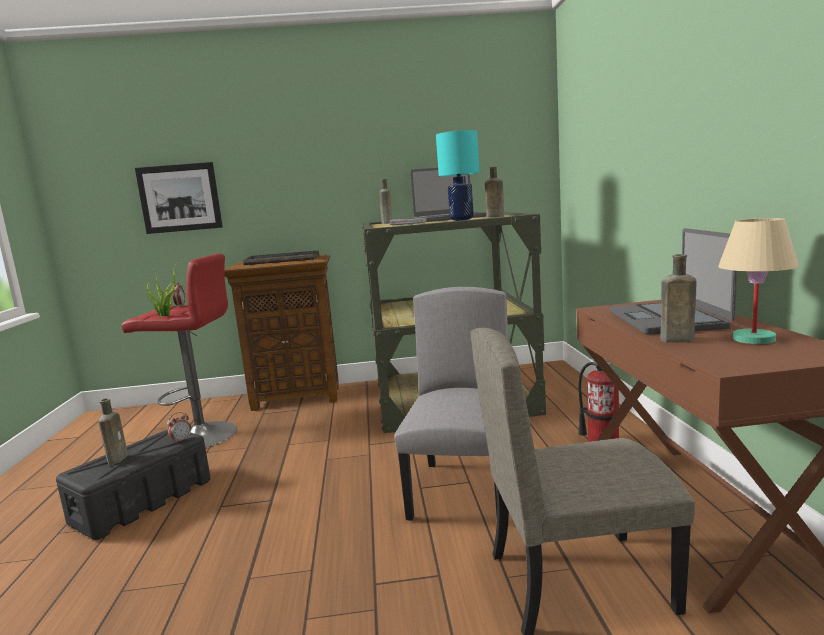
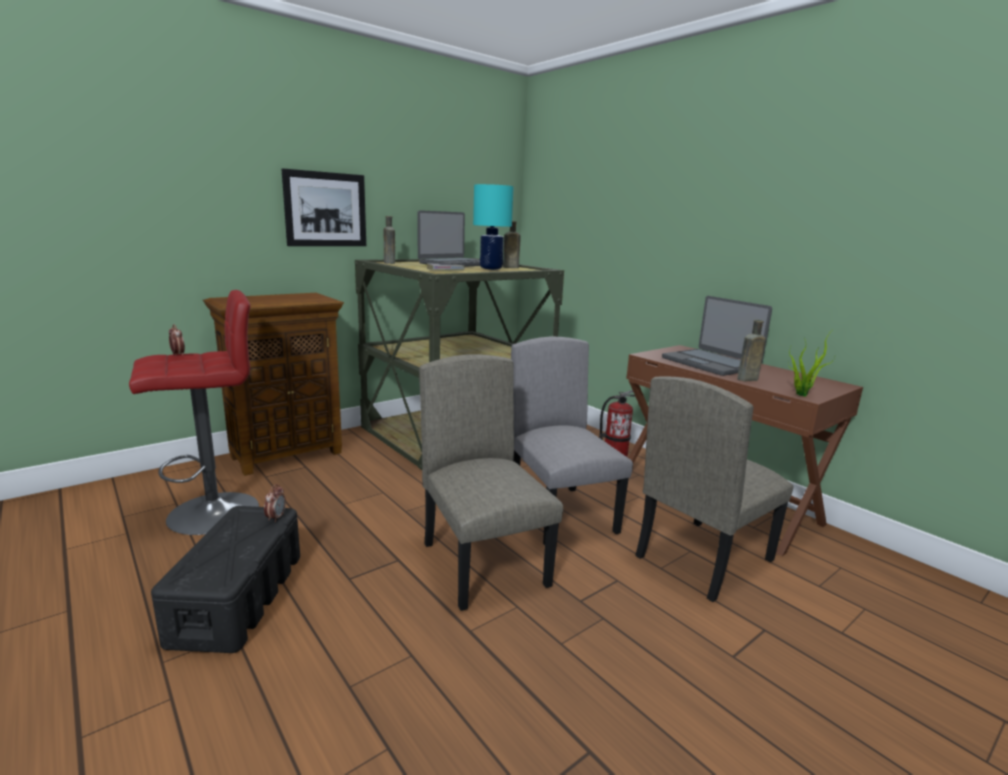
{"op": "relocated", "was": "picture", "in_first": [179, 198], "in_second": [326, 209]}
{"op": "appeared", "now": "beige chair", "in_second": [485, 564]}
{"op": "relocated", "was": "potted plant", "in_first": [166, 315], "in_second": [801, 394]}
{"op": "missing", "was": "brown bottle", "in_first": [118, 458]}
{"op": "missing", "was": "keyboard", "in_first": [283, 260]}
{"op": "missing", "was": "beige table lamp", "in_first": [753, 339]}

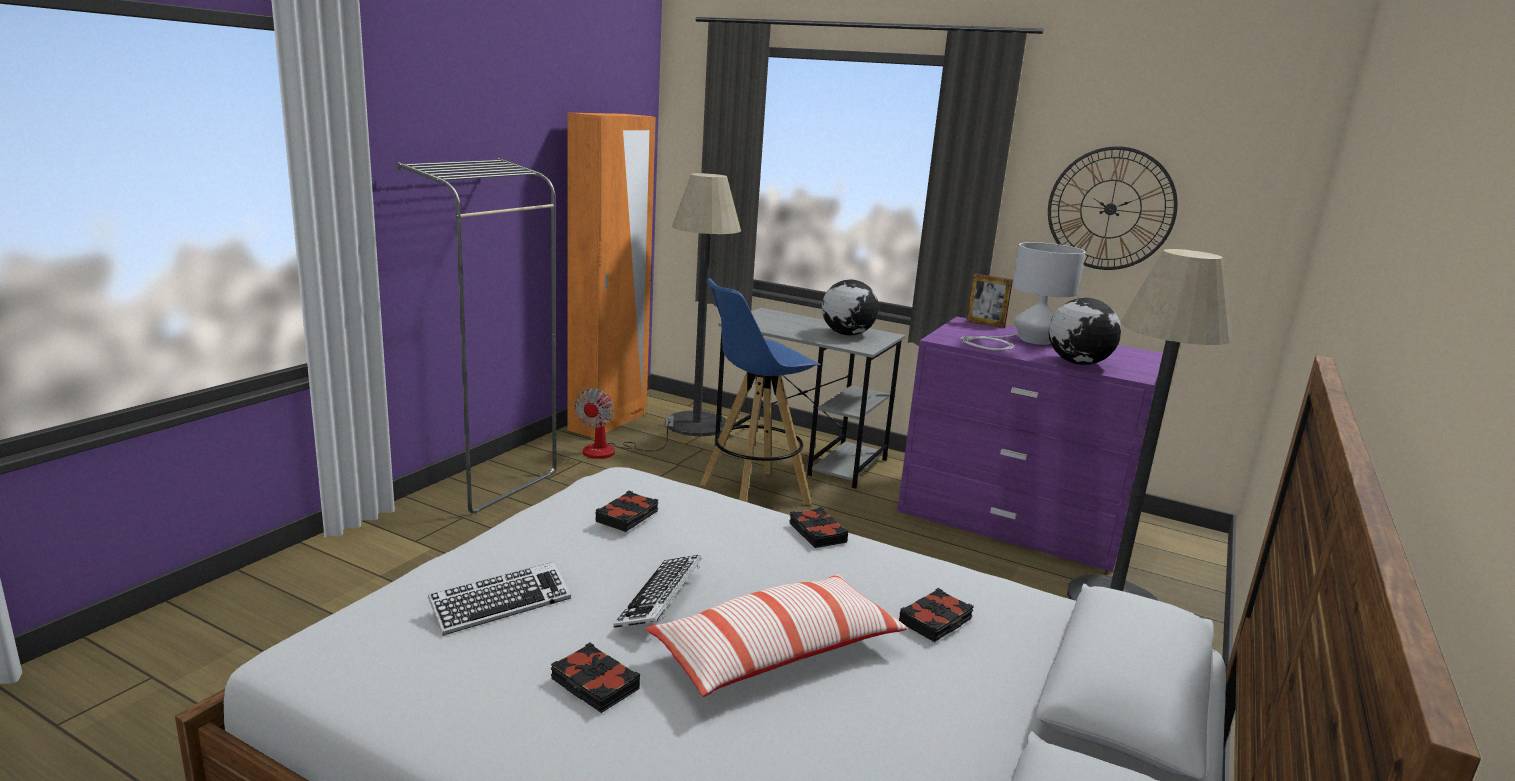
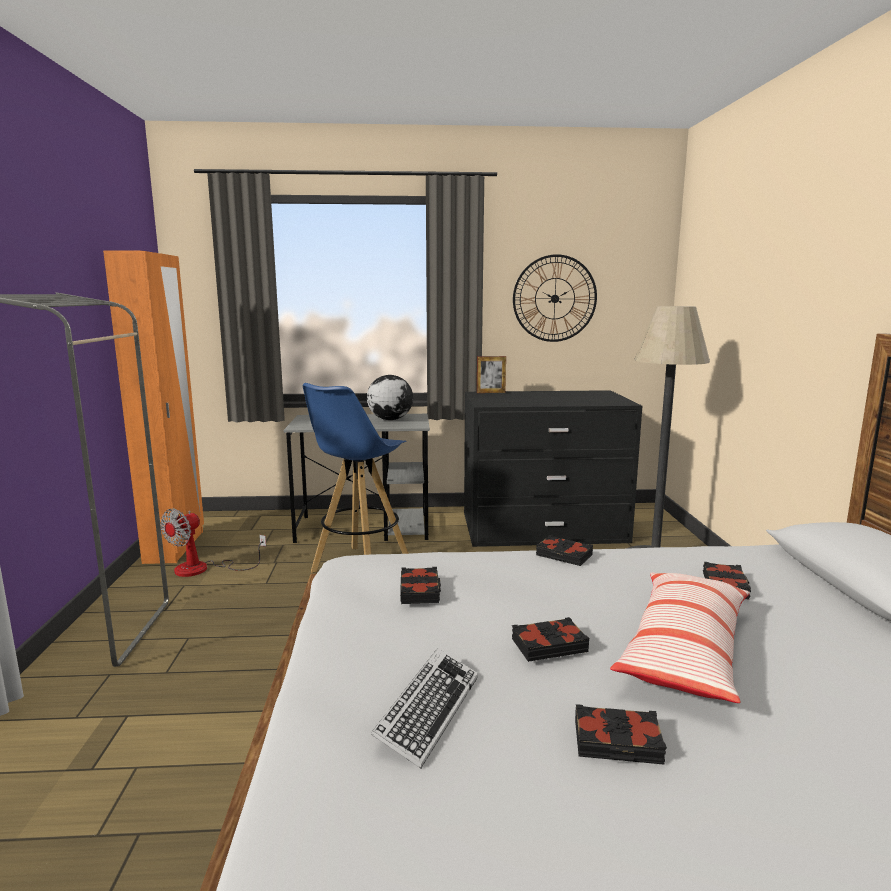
{"op": "spun", "was": "fan", "in_first": [611, 451], "in_second": [203, 569], "clockwise": 45}
{"op": "colour", "was": "purple dresser", "now": "black dresser", "in_first": [1014, 516], "in_second": [543, 527]}
{"op": "exchanged", "was": "keyboard", "now": "black book", "in_first": [660, 598], "in_second": [548, 645]}
{"op": "missing", "was": "floor lamp", "in_first": [696, 424]}
{"op": "missing", "was": "white table lamp", "in_first": [1017, 341]}
{"op": "missing", "was": "globe", "in_first": [1078, 363]}

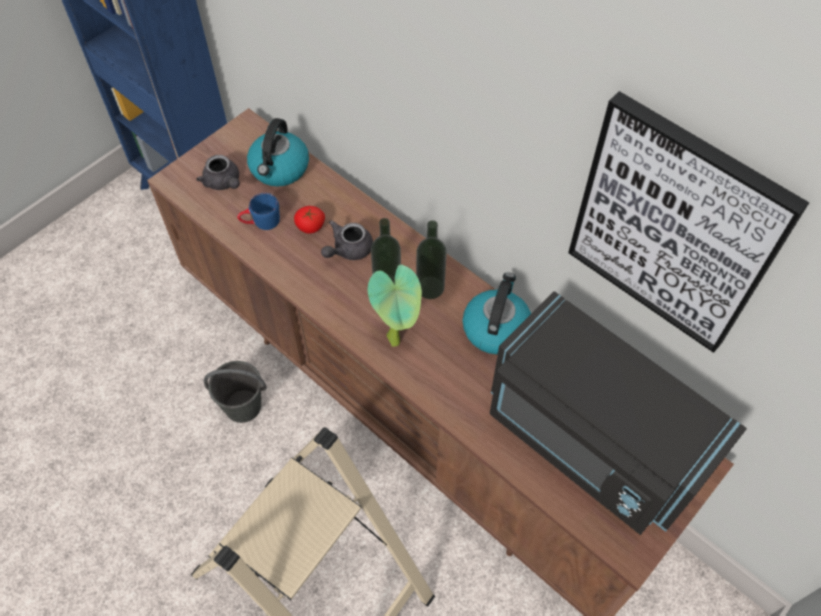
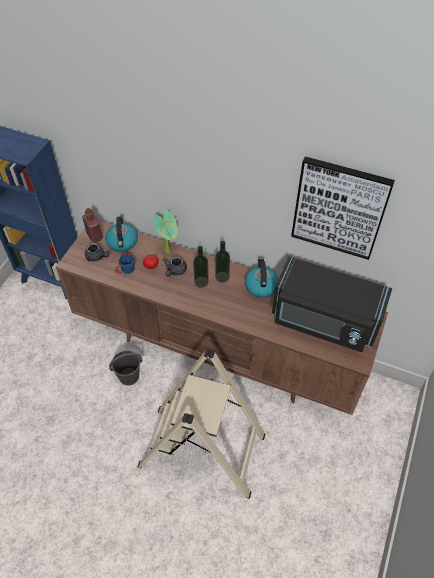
{"op": "appeared", "now": "red bottle", "in_second": [94, 236]}
{"op": "relocated", "was": "potted plant", "in_first": [397, 340], "in_second": [168, 250]}

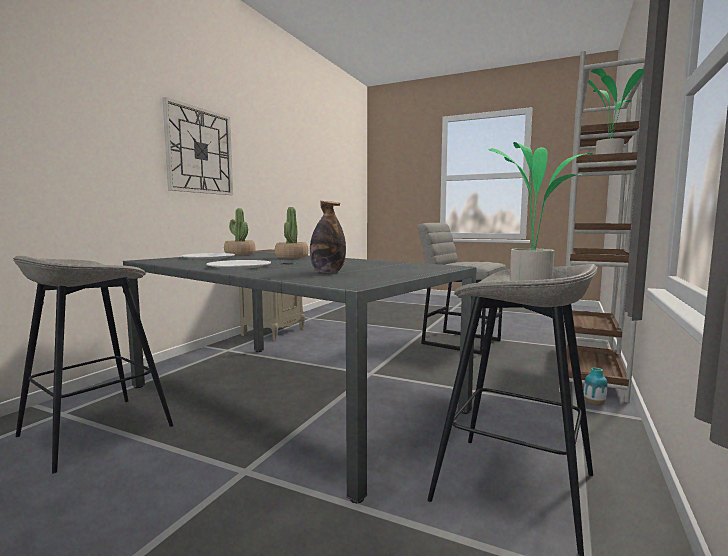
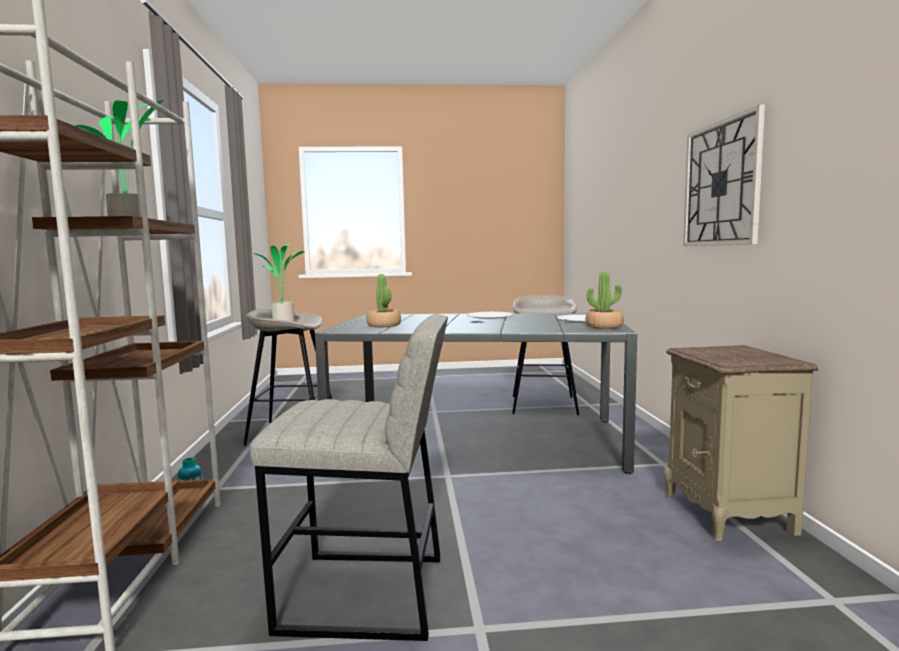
{"op": "relocated", "was": "potted plant", "in_first": [291, 257], "in_second": [384, 325]}
{"op": "missing", "was": "bottle", "in_first": [327, 272]}

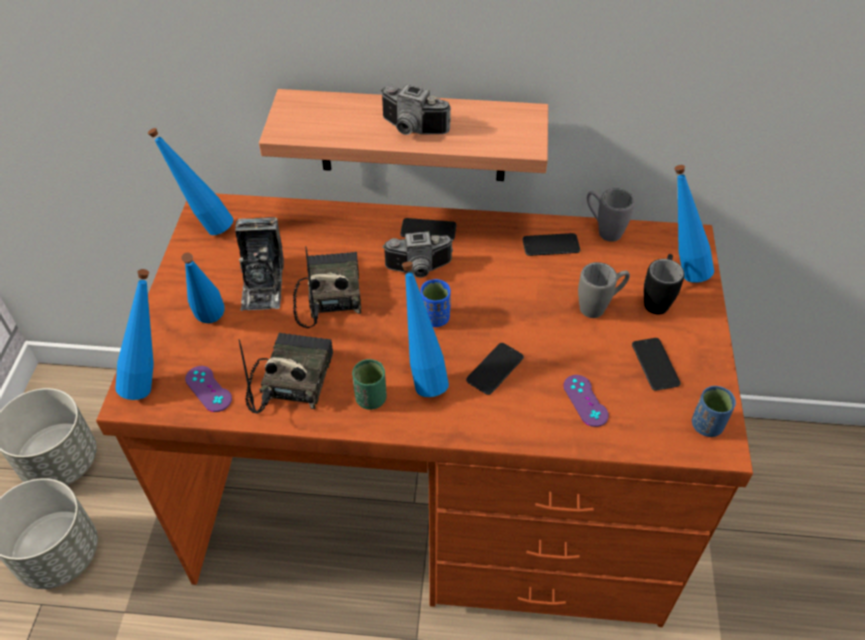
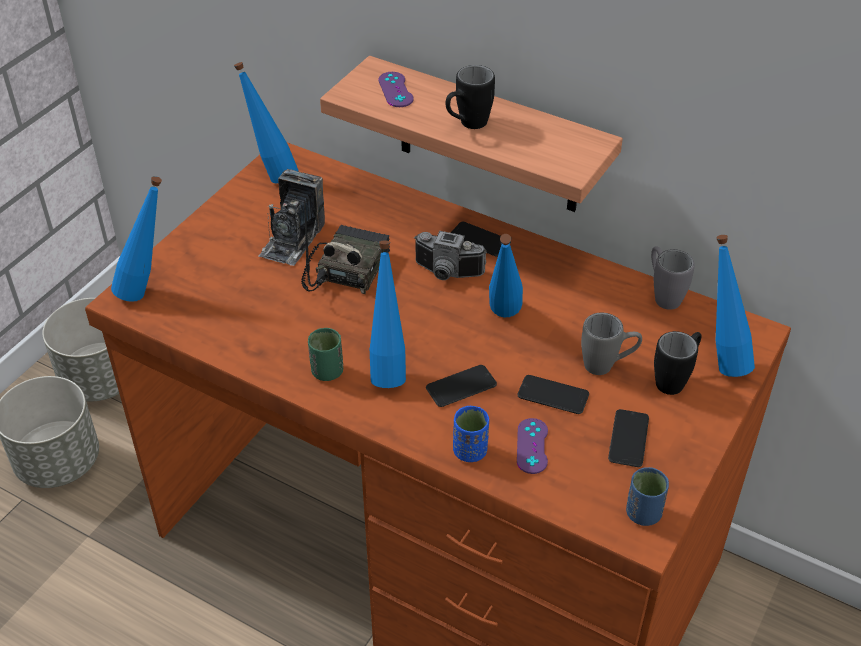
{"op": "relocated", "was": "purple game controller", "in_first": [208, 389], "in_second": [395, 90]}
{"op": "exchanged", "was": "photo camera", "now": "black mug", "in_first": [411, 130], "in_second": [467, 125]}
{"op": "relocated", "was": "blue cup", "in_first": [435, 318], "in_second": [470, 451]}
{"op": "relocated", "was": "blue bottle", "in_first": [211, 326], "in_second": [503, 320]}
{"op": "relocated", "was": "phone", "in_first": [551, 245], "in_second": [553, 395]}
{"op": "missing", "was": "radio", "in_first": [290, 379]}

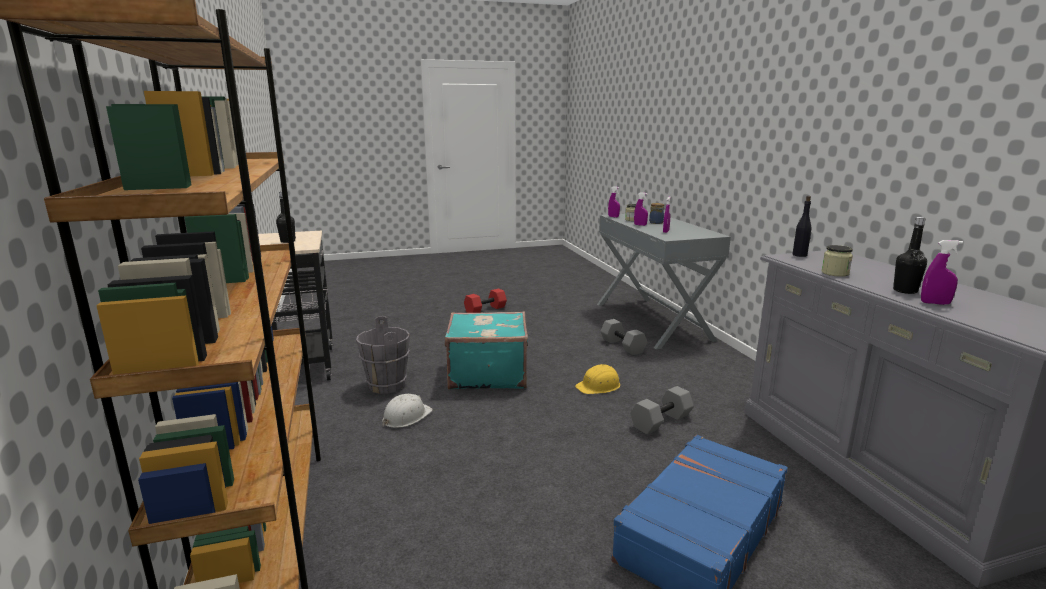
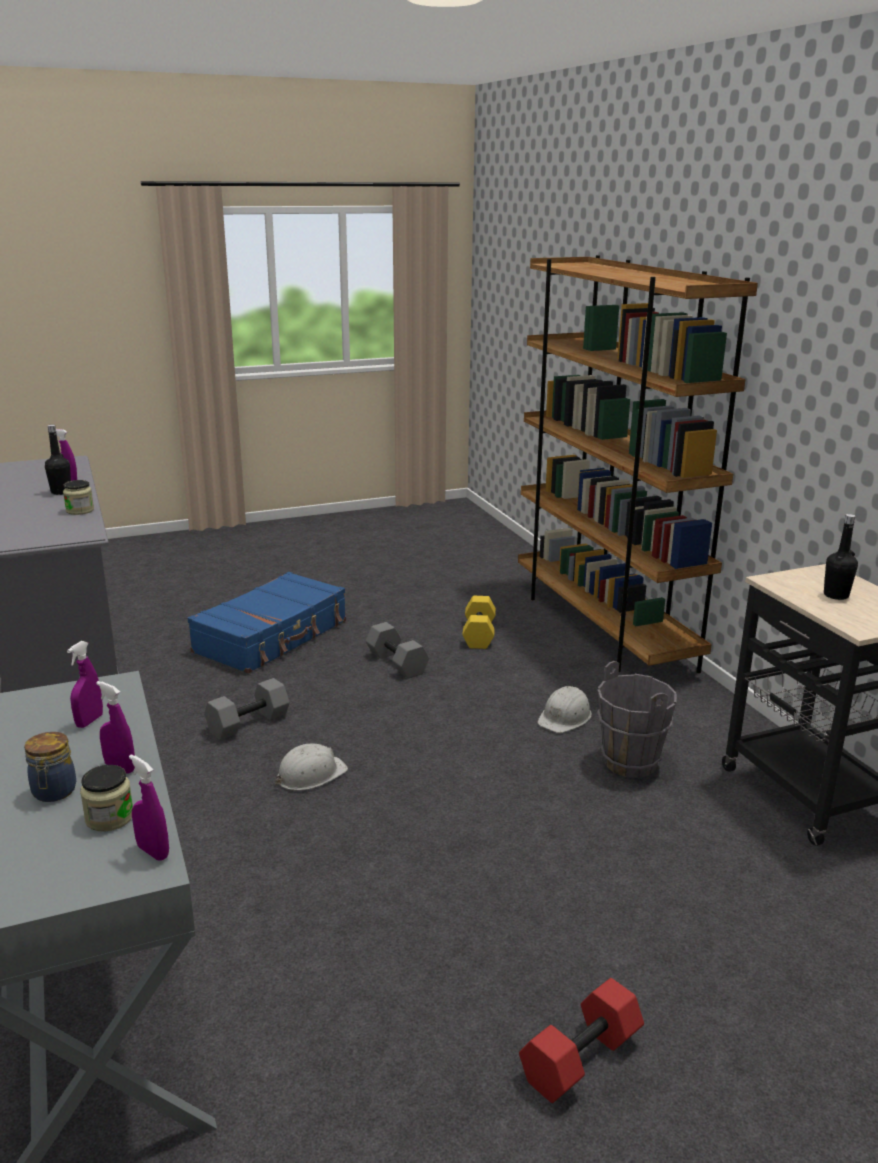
{"op": "colour", "was": "yellow hard hat", "now": "white hard hat", "in_first": [599, 386], "in_second": [310, 775]}
{"op": "relocated", "was": "grey dumbbell", "in_first": [621, 346], "in_second": [398, 663]}
{"op": "appeared", "now": "yellow dumbbell", "in_second": [480, 634]}
{"op": "missing", "was": "turquoise suitcase", "in_first": [487, 374]}
{"op": "missing", "was": "black bottle", "in_first": [800, 255]}

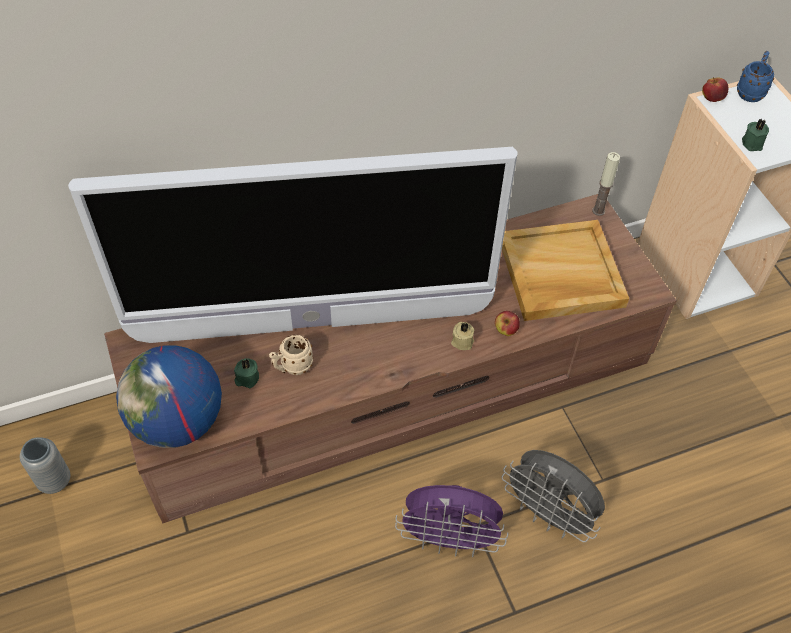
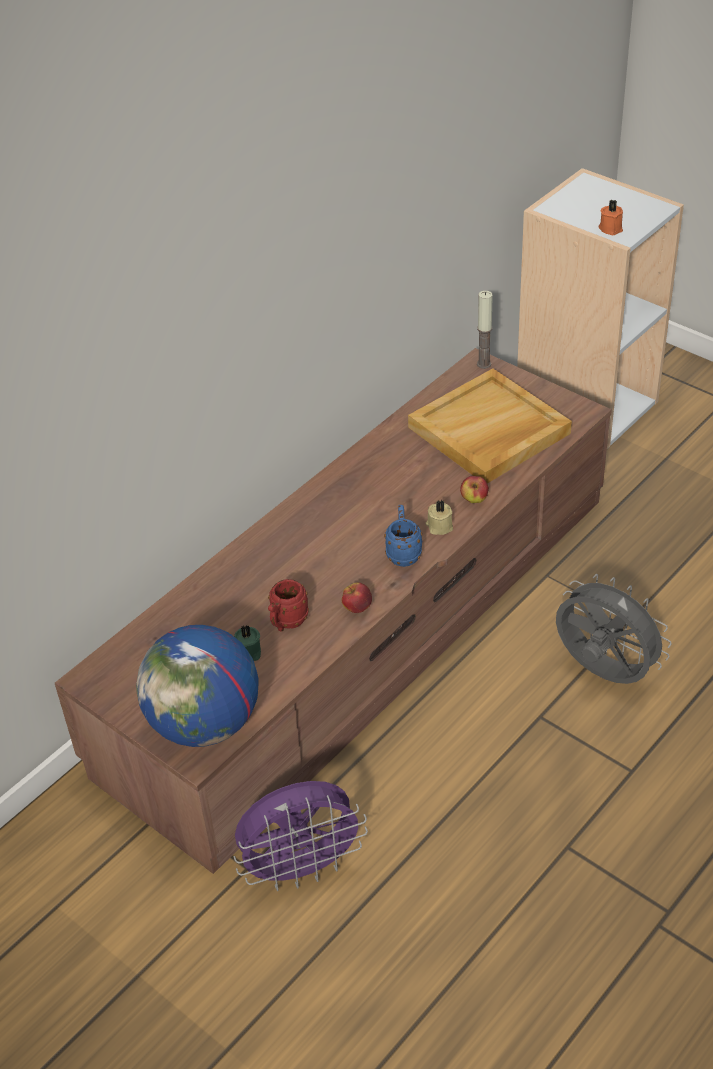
{"op": "relocated", "was": "purple fan", "in_first": [449, 540], "in_second": [302, 868]}
{"op": "colour", "was": "beige mug", "now": "red mug", "in_first": [292, 367], "in_second": [287, 623]}
{"op": "relocated", "was": "apple", "in_first": [712, 99], "in_second": [357, 608]}
{"op": "relocated", "was": "blue mug", "in_first": [751, 92], "in_second": [403, 553]}
{"op": "spun", "was": "grey fan", "in_first": [549, 515], "in_second": [602, 673], "clockwise": -150}
{"op": "colour", "was": "green candle", "now": "orange candle", "in_first": [753, 143], "in_second": [611, 228]}
{"op": "missing", "was": "grey vase", "in_first": [54, 481]}
{"op": "missing", "was": "television", "in_first": [311, 324]}

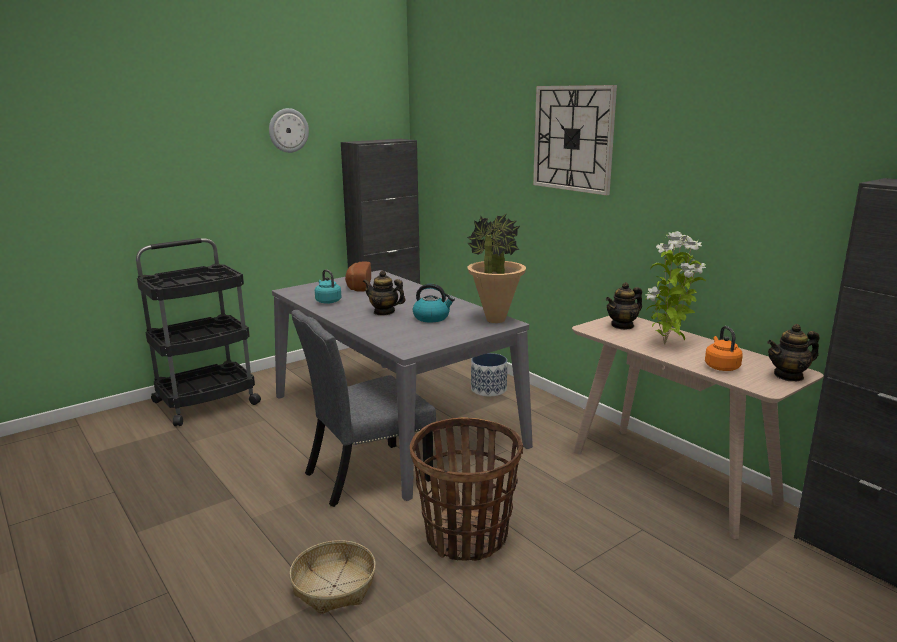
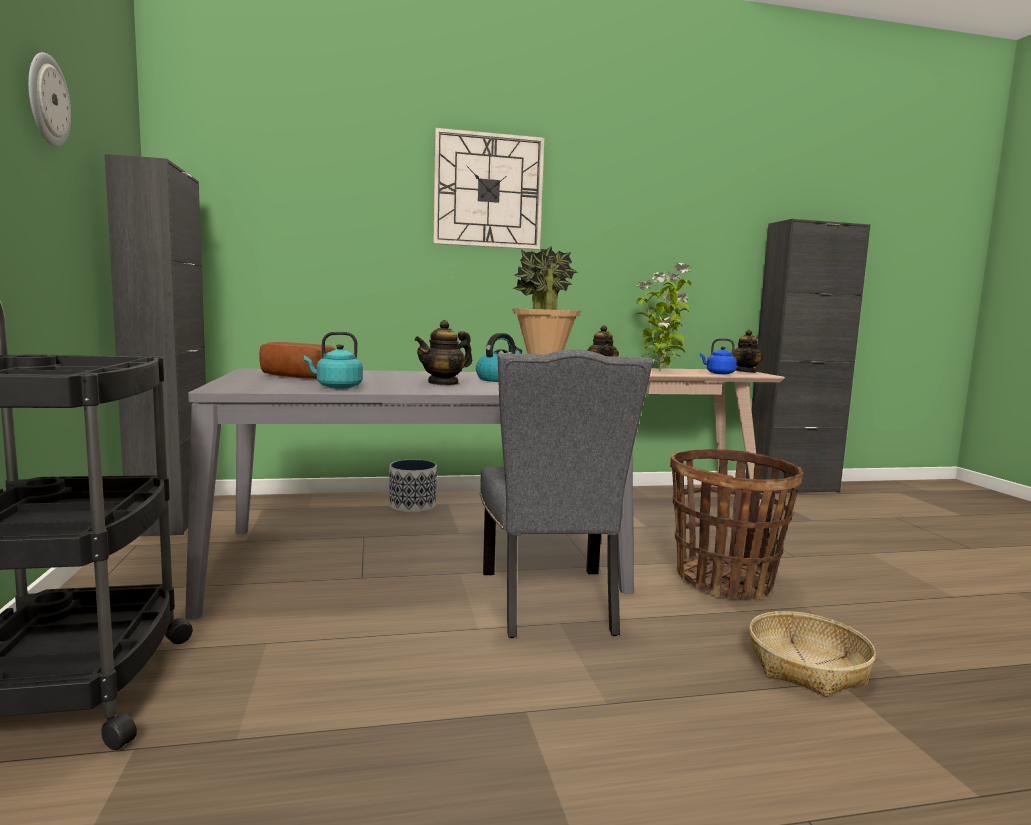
{"op": "colour", "was": "orange kettle", "now": "blue kettle", "in_first": [721, 366], "in_second": [718, 373]}

